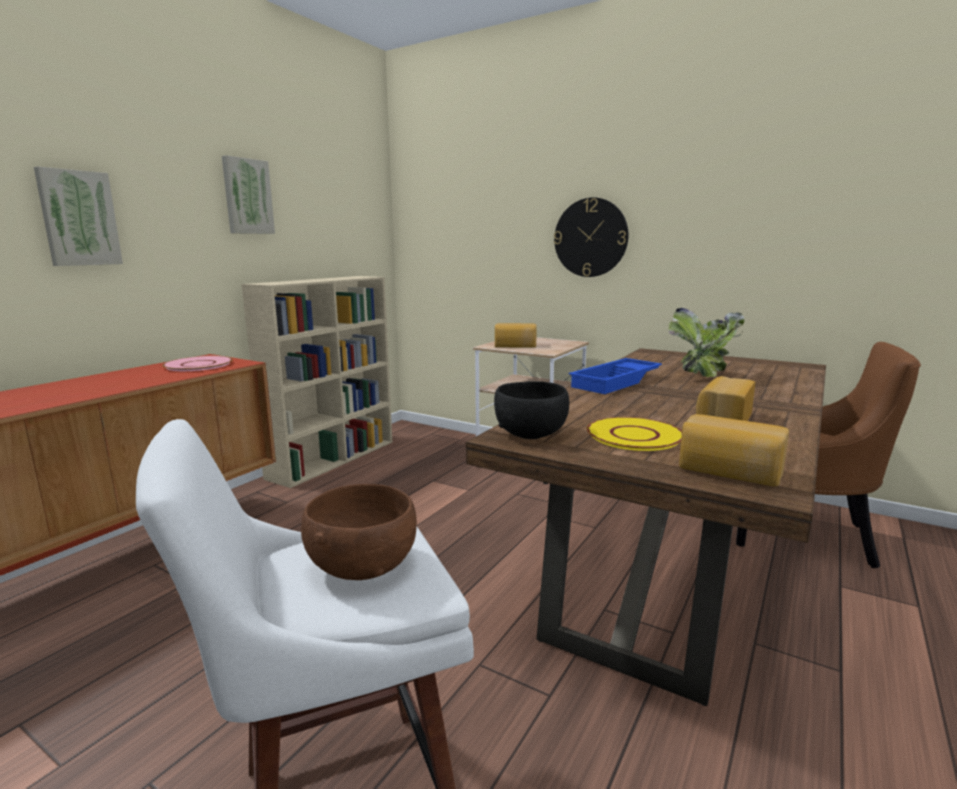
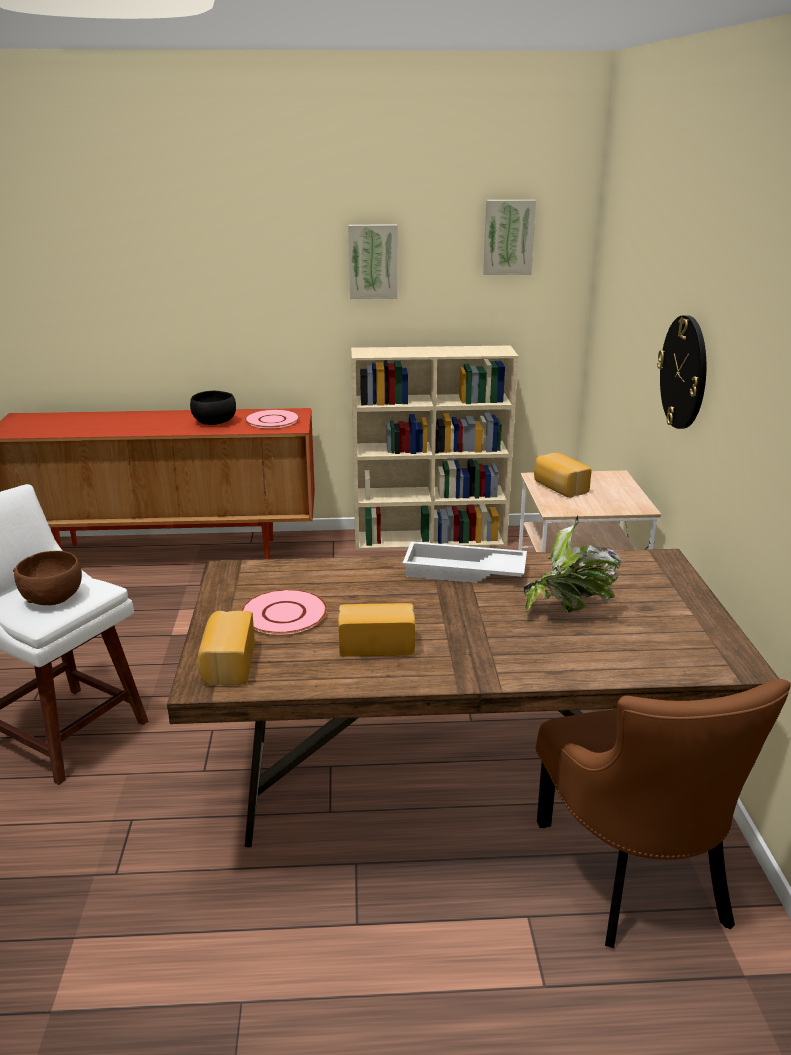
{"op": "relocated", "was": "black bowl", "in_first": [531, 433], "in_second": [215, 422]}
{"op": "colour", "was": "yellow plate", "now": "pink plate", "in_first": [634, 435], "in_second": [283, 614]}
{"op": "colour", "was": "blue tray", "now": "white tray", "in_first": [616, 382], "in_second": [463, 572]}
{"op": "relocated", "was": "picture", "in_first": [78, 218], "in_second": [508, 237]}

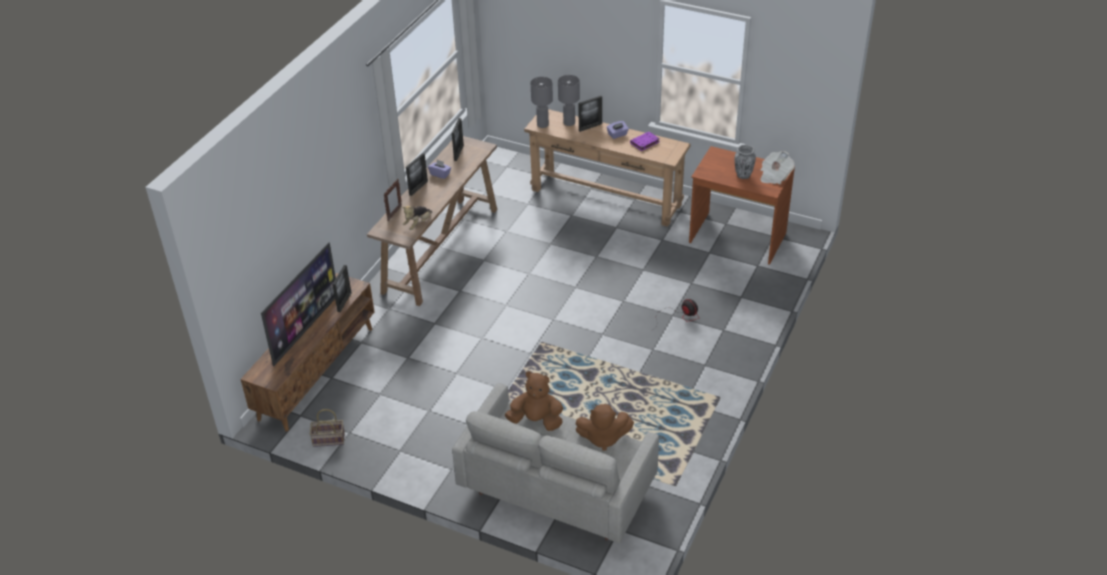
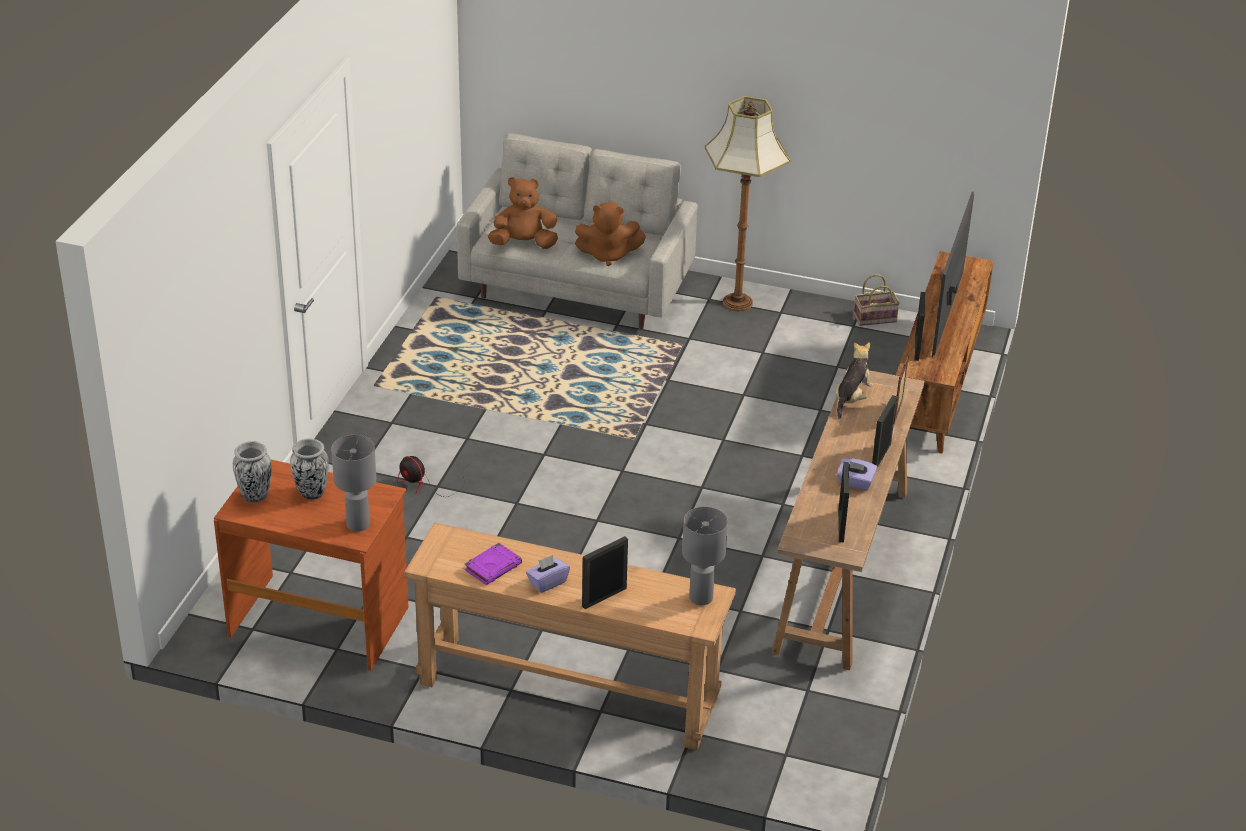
{"op": "exchanged", "was": "newspaper", "now": "vase", "in_first": [774, 175], "in_second": [255, 496]}
{"op": "relocated", "was": "grey table lamp", "in_first": [569, 123], "in_second": [357, 524]}
{"op": "appeared", "now": "floor lamp", "in_second": [737, 302]}

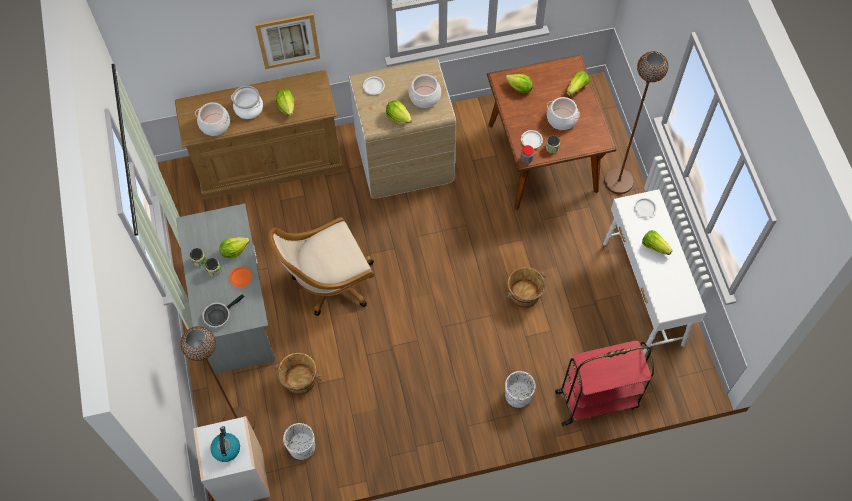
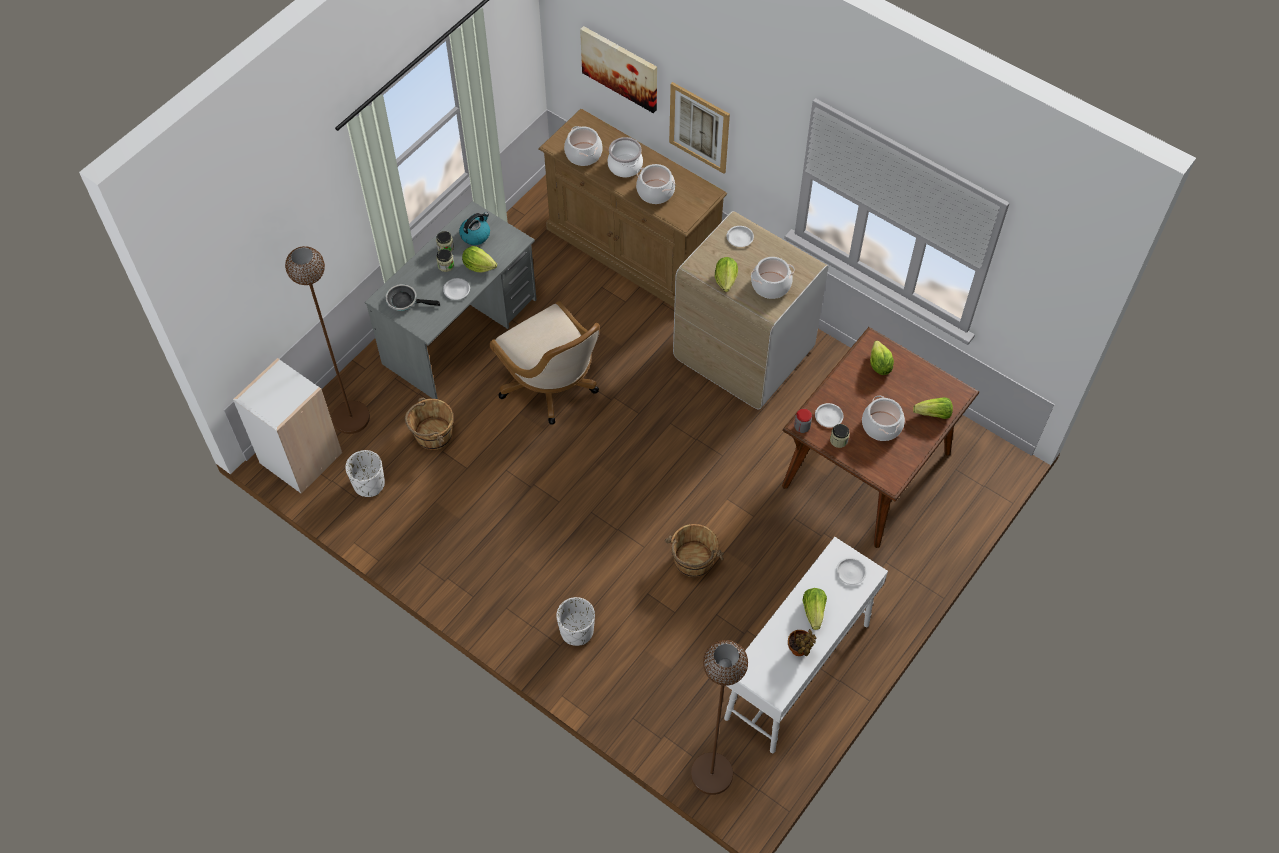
{"op": "colour", "was": "orange plate", "now": "white plate", "in_first": [241, 277], "in_second": [456, 290]}
{"op": "relocated", "was": "kettle", "in_first": [226, 448], "in_second": [475, 235]}
{"op": "spun", "was": "office chair", "in_first": [329, 283], "in_second": [553, 386], "clockwise": -150}
{"op": "appeared", "now": "picture", "in_second": [620, 68]}
{"op": "exchanged", "was": "lettuce", "now": "cooking pot", "in_first": [286, 106], "in_second": [655, 192]}
{"op": "relocated", "was": "brown floor lamp", "in_first": [618, 182], "in_second": [711, 774]}
{"op": "appeared", "now": "potted plant", "in_second": [799, 651]}
{"op": "missing", "was": "red cart", "in_first": [597, 400]}

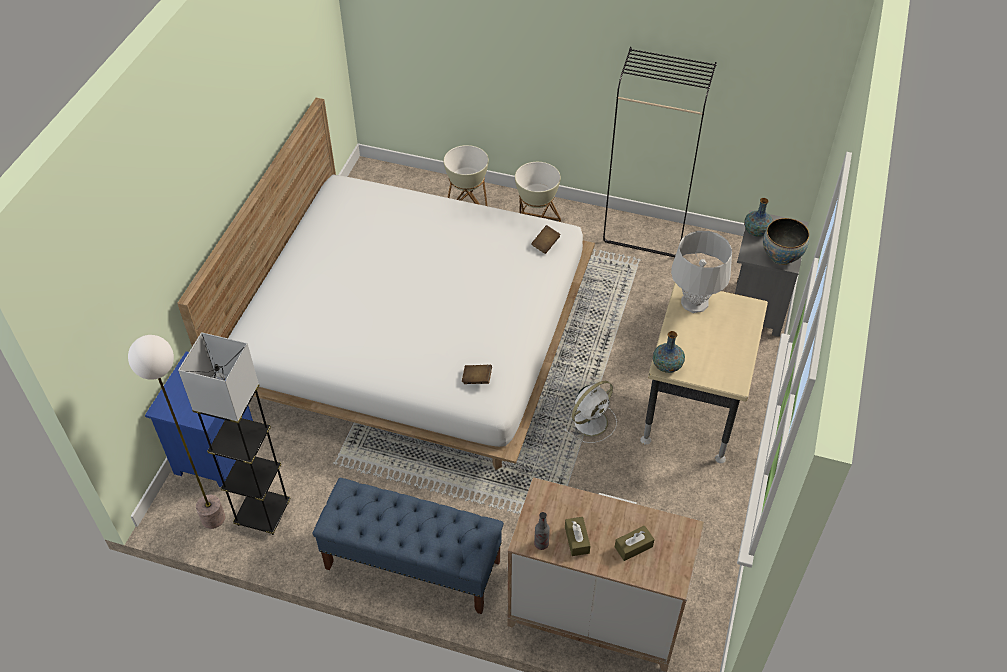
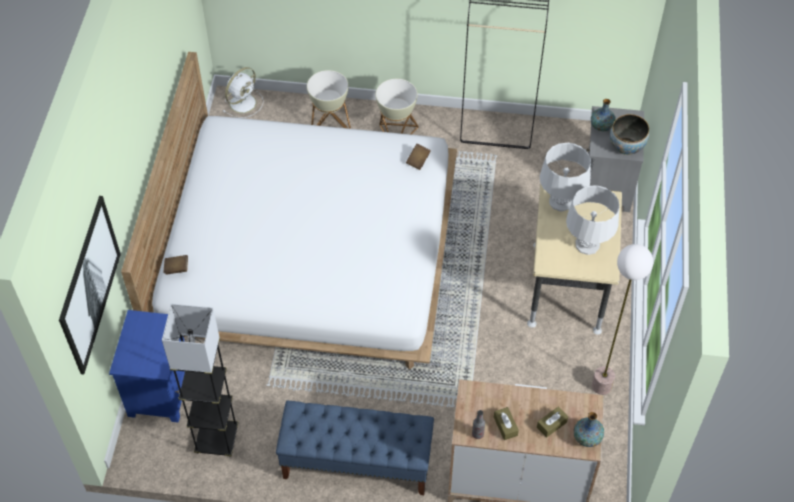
{"op": "appeared", "now": "picture", "in_second": [89, 284]}
{"op": "relocated", "was": "brown book", "in_first": [477, 379], "in_second": [176, 268]}
{"op": "relocated", "was": "white fan", "in_first": [591, 421], "in_second": [243, 102]}
{"op": "appeared", "now": "grey table lamp", "in_second": [587, 244]}
{"op": "relocated", "was": "vase", "in_first": [667, 366], "in_second": [587, 438]}
{"op": "relocated", "was": "floor lamp", "in_first": [213, 518], "in_second": [602, 386]}

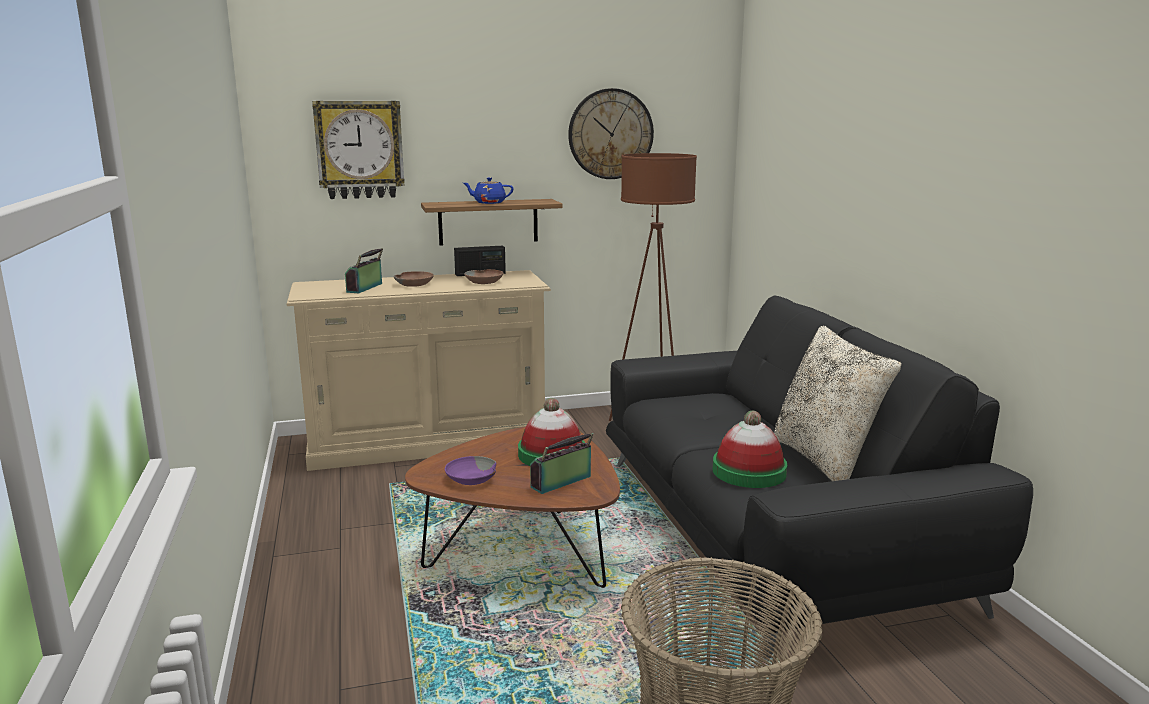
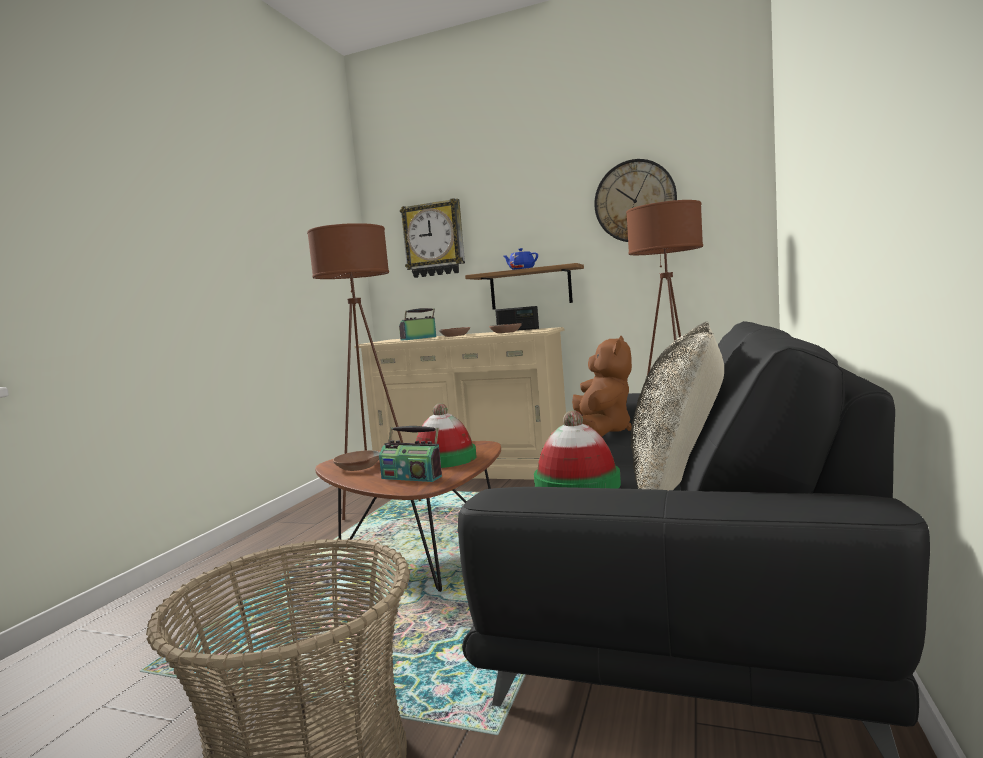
{"op": "appeared", "now": "brown floor lamp", "in_second": [376, 505]}
{"op": "colour", "was": "purple bowl", "now": "brown bowl", "in_first": [471, 479], "in_second": [357, 467]}
{"op": "spun", "was": "radio", "in_first": [562, 482], "in_second": [412, 477], "clockwise": -150}
{"op": "appeared", "now": "brown plush toy", "in_second": [601, 432]}

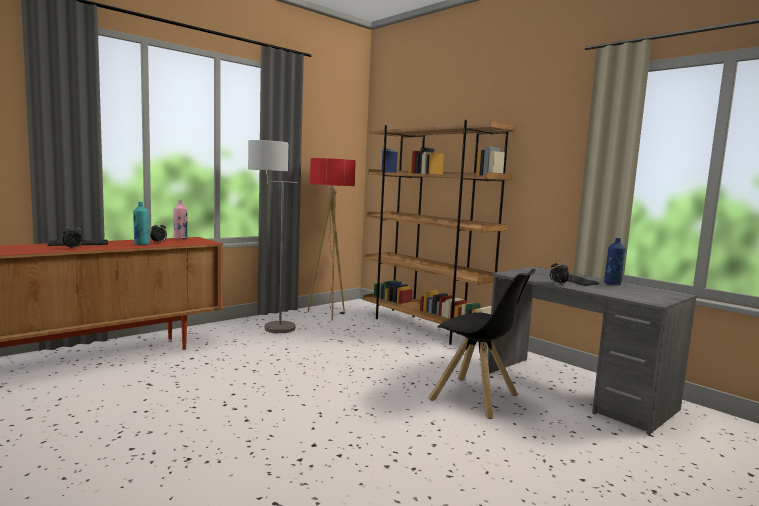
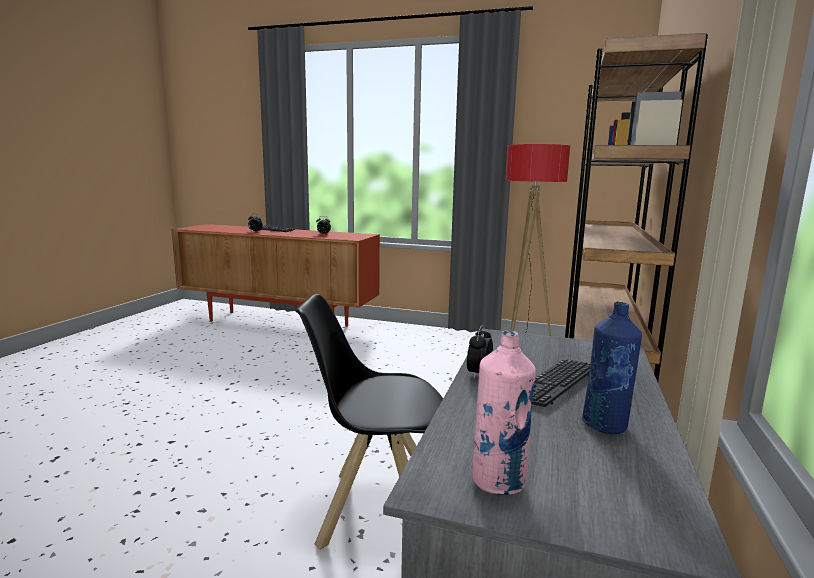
{"op": "spun", "was": "black chair", "in_first": [476, 398], "in_second": [376, 510], "clockwise": 90}
{"op": "relocated", "was": "pink bottle", "in_first": [180, 238], "in_second": [499, 482]}
{"op": "missing", "was": "turquoise bottle", "in_first": [141, 244]}
{"op": "missing", "was": "grey floor lamp", "in_first": [270, 328]}

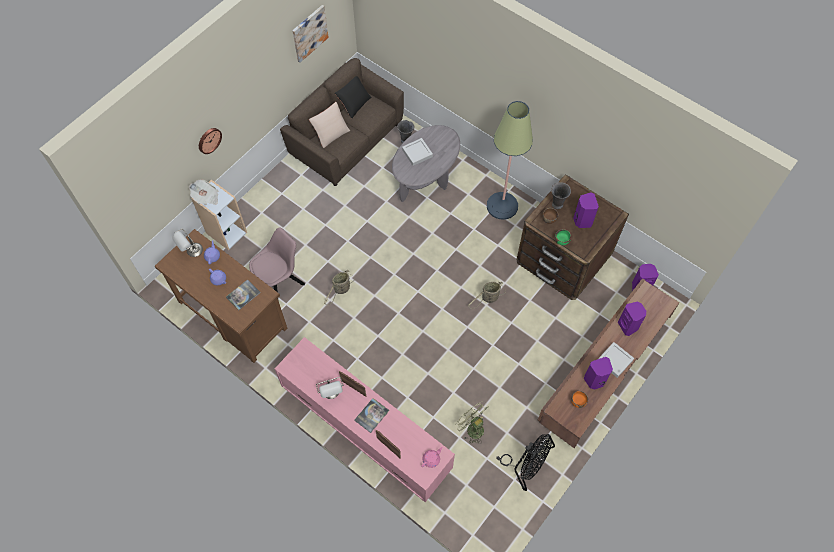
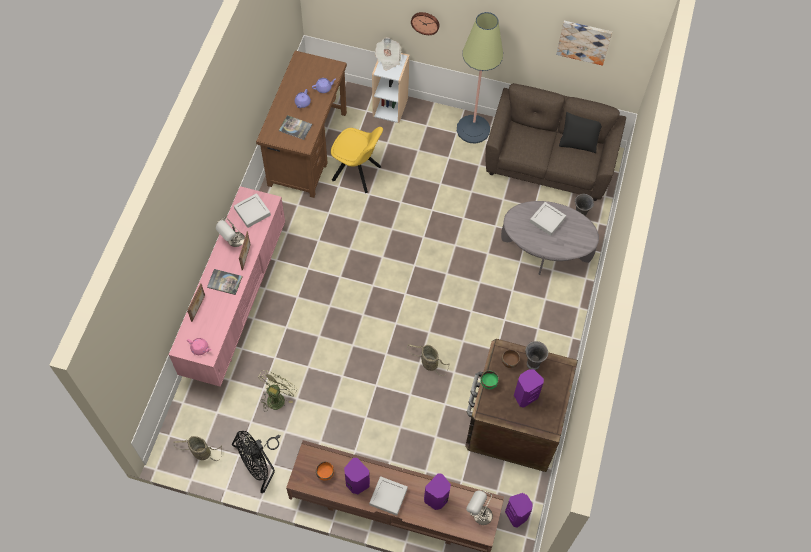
{"op": "relocated", "was": "basket", "in_first": [341, 289], "in_second": [200, 452]}
{"op": "spun", "was": "black fan", "in_first": [526, 464], "in_second": [259, 461], "clockwise": 45}
{"op": "appeared", "now": "grey tray", "in_second": [252, 212]}
{"op": "colour", "was": "pink chair", "now": "yellow chair", "in_first": [280, 284], "in_second": [357, 173]}
{"op": "relocated", "was": "floor lamp", "in_first": [502, 206], "in_second": [473, 129]}
{"op": "relocated", "was": "white table lamp", "in_first": [191, 252], "in_second": [479, 514]}
{"op": "missing", "was": "beige pillow", "in_first": [331, 133]}

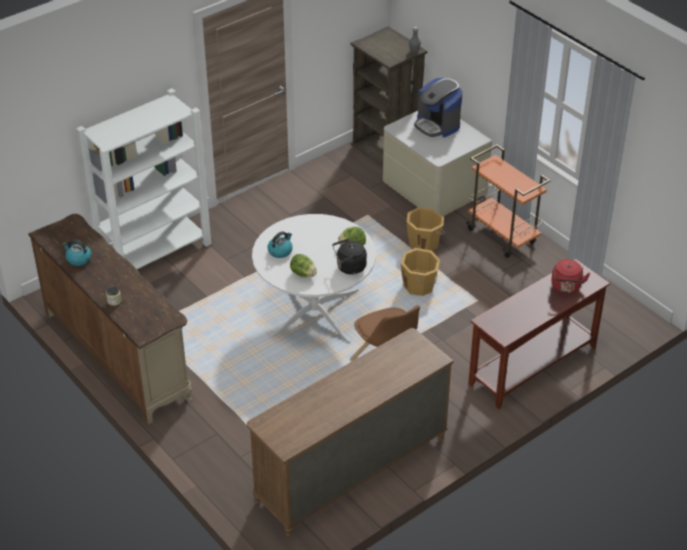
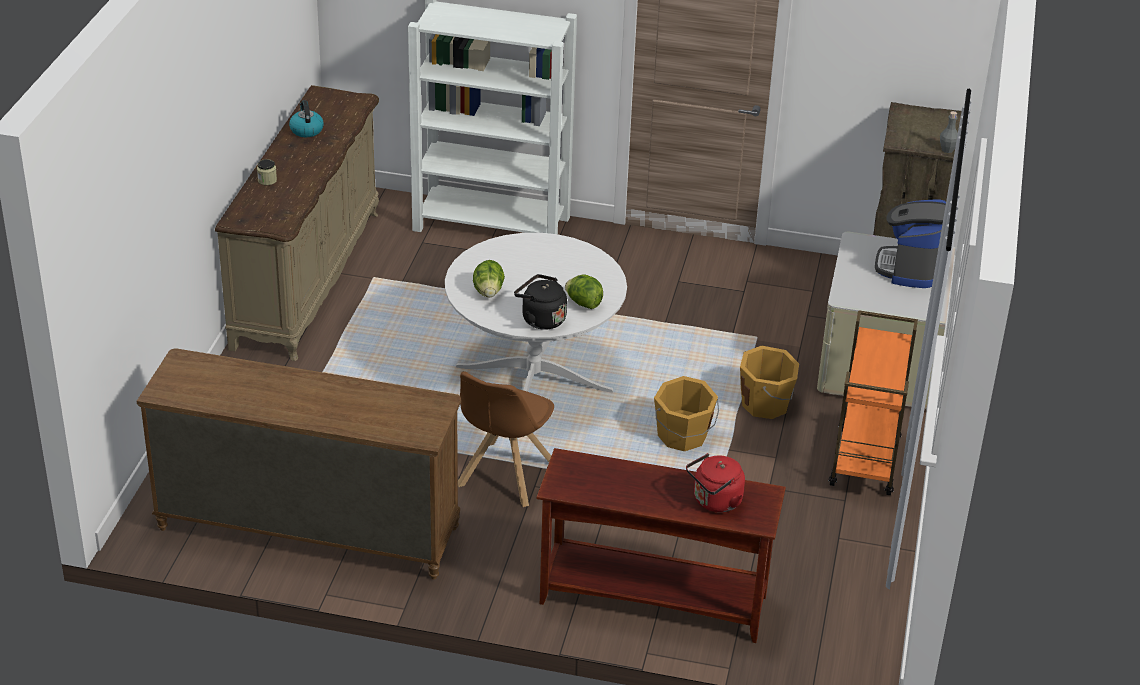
{"op": "missing", "was": "kettle", "in_first": [280, 251]}

